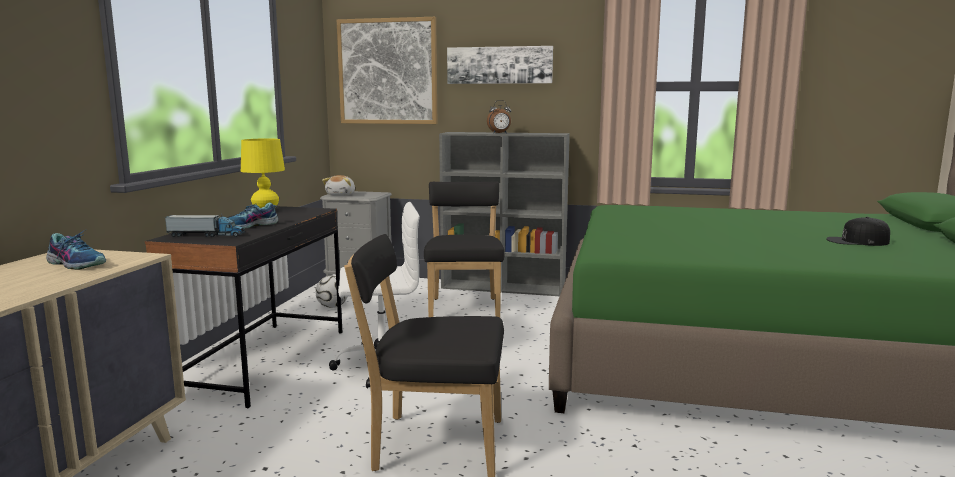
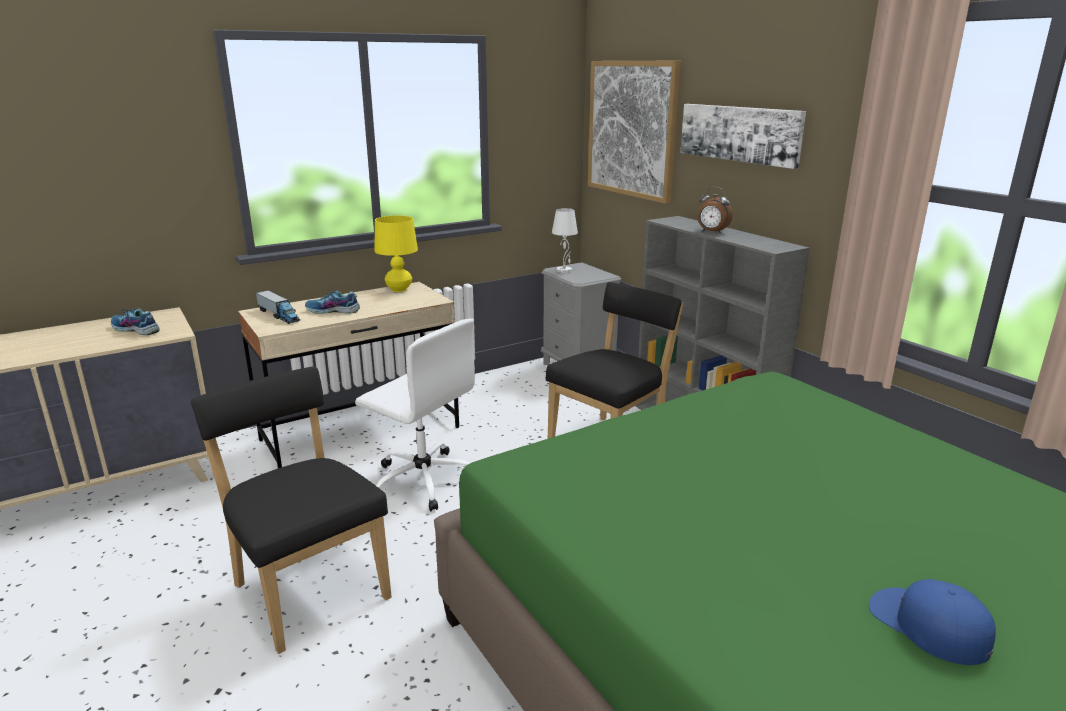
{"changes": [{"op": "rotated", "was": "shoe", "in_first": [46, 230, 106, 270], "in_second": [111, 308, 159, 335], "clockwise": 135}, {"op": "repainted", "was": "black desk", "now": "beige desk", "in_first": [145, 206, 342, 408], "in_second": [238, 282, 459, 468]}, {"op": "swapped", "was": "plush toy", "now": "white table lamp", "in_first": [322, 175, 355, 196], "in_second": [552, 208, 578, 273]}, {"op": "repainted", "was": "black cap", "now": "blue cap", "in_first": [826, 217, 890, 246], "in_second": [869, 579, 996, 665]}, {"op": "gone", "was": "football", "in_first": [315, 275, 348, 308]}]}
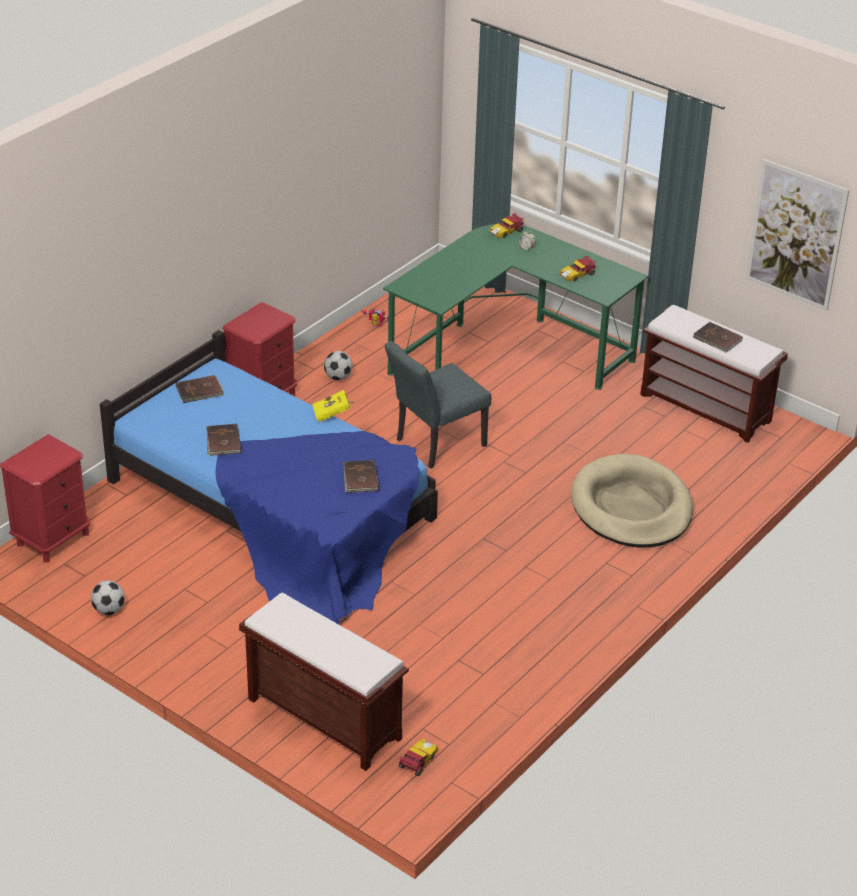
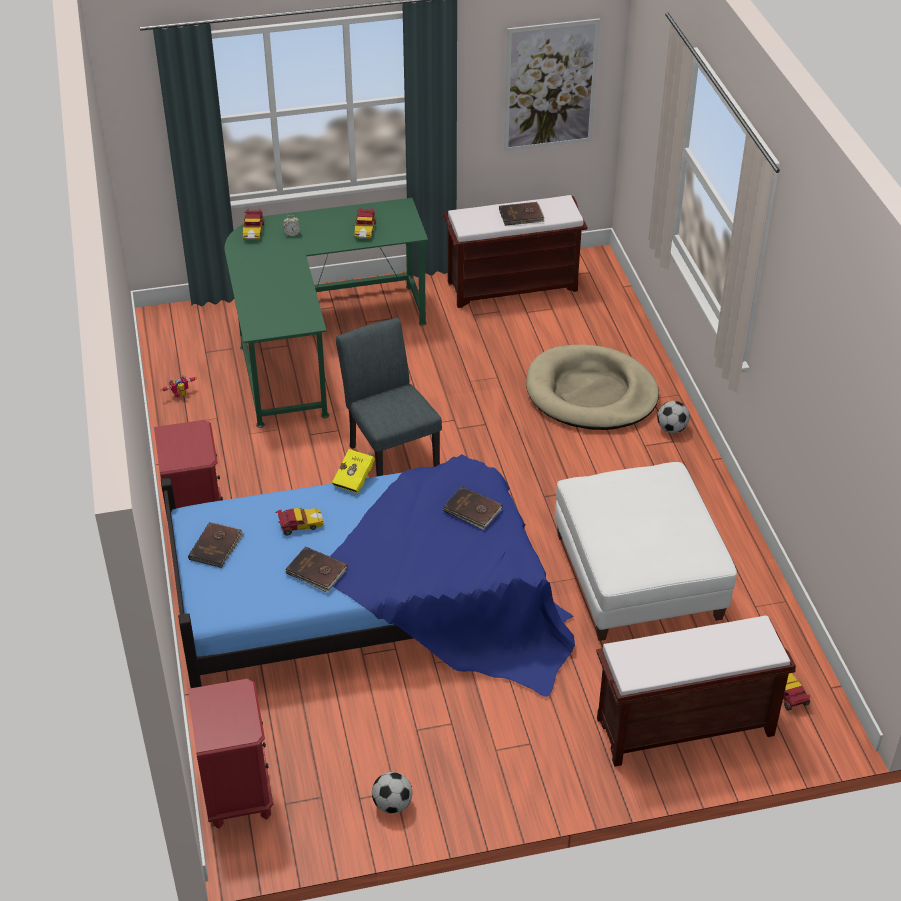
{"changes": [{"op": "new", "now": "toy car", "in_second": [275, 508, 324, 536]}, {"op": "rotated", "was": "grey chair", "in_first": [385, 341, 491, 469], "in_second": [336, 318, 442, 476], "clockwise": 150}, {"op": "new", "now": "white ottoman", "in_second": [555, 462, 737, 641]}, {"op": "shifted", "was": "football", "in_first": [324, 351, 353, 380], "in_second": [657, 401, 690, 433]}]}
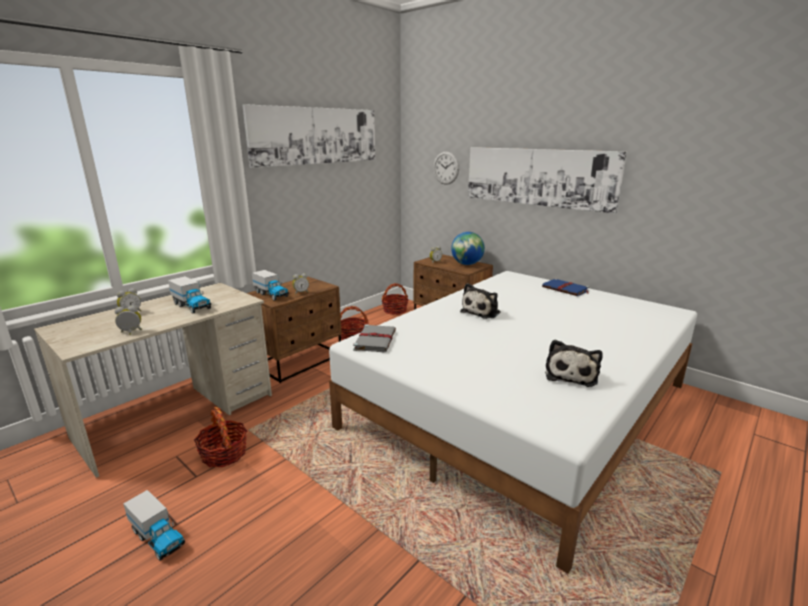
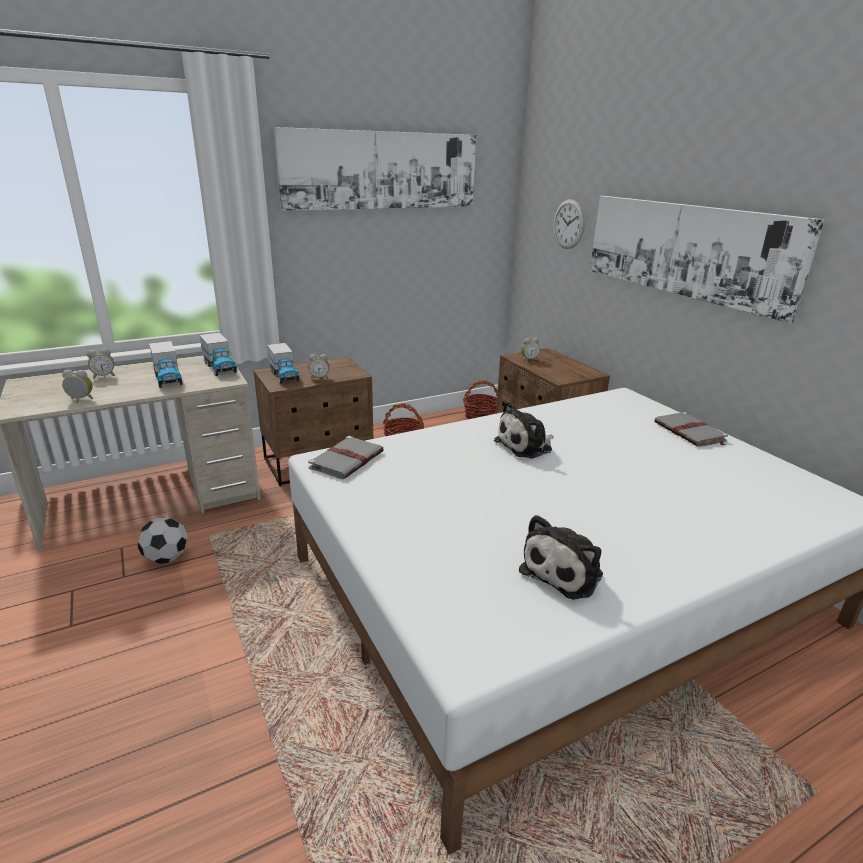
{"changes": [{"op": "swapped", "was": "basket", "now": "football", "in_first": [194, 407, 247, 467], "in_second": [138, 517, 188, 564]}, {"op": "shifted", "was": "toy truck", "in_first": [123, 490, 185, 561], "in_second": [200, 333, 237, 376]}, {"op": "repainted", "was": "blue book", "now": "grey book", "in_first": [542, 278, 589, 296], "in_second": [654, 412, 728, 447]}, {"op": "gone", "was": "globe", "in_first": [451, 232, 485, 265]}]}
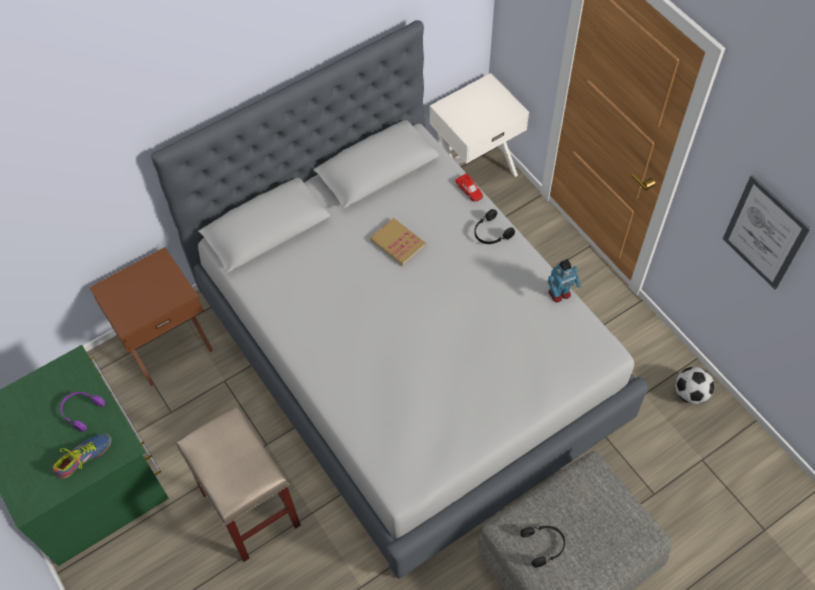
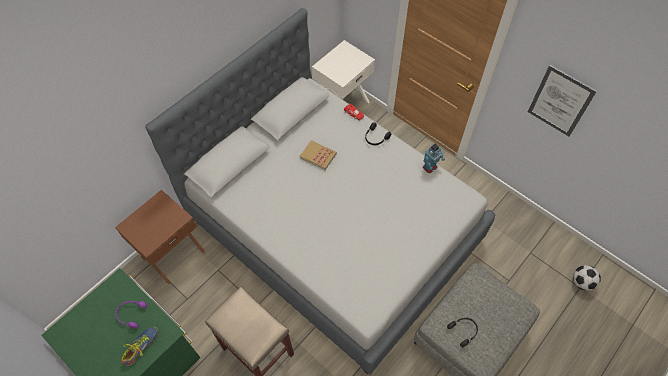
{"changes": [{"op": "shifted", "was": "football", "in_first": [675, 367, 714, 404], "in_second": [573, 265, 601, 291]}]}
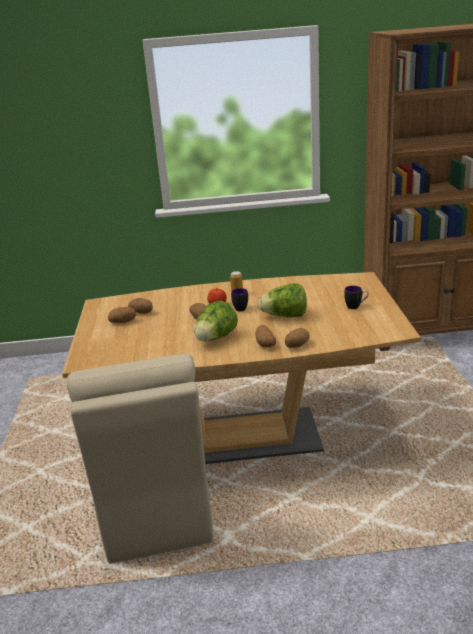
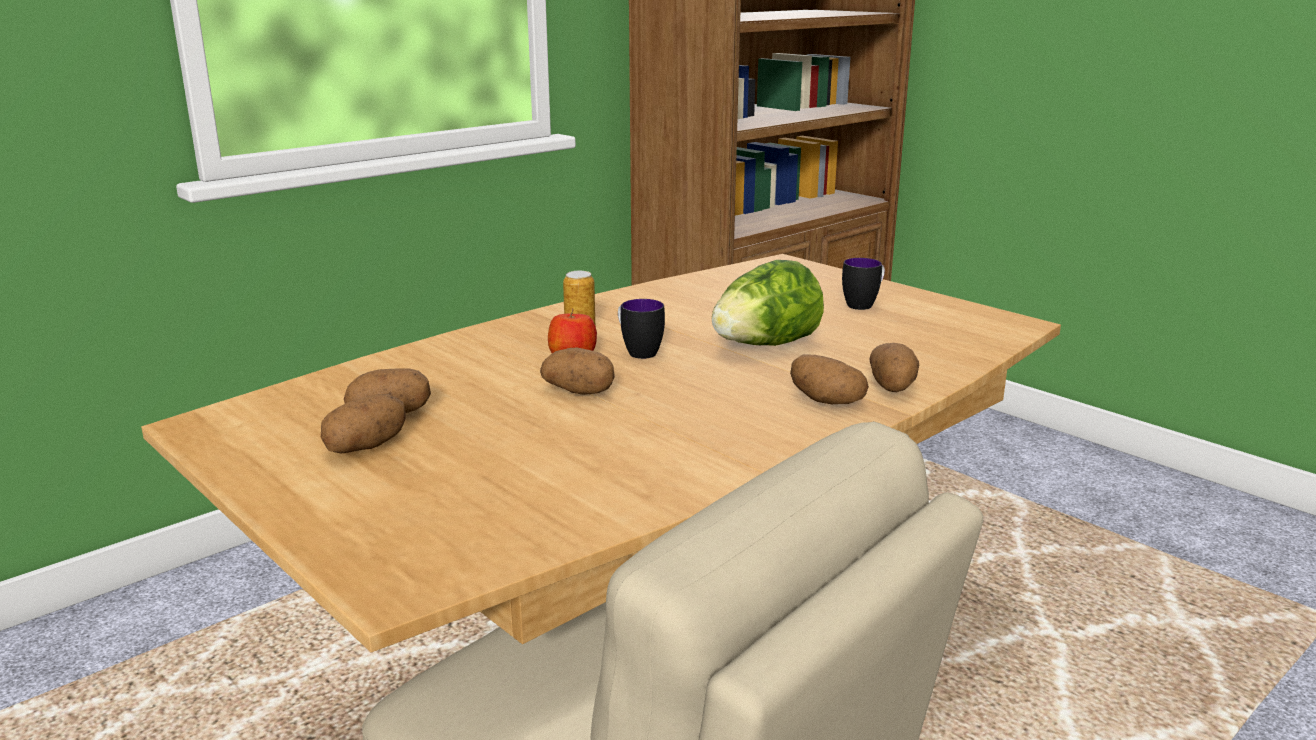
{"changes": [{"op": "gone", "was": "lettuce", "in_first": [194, 301, 238, 341]}]}
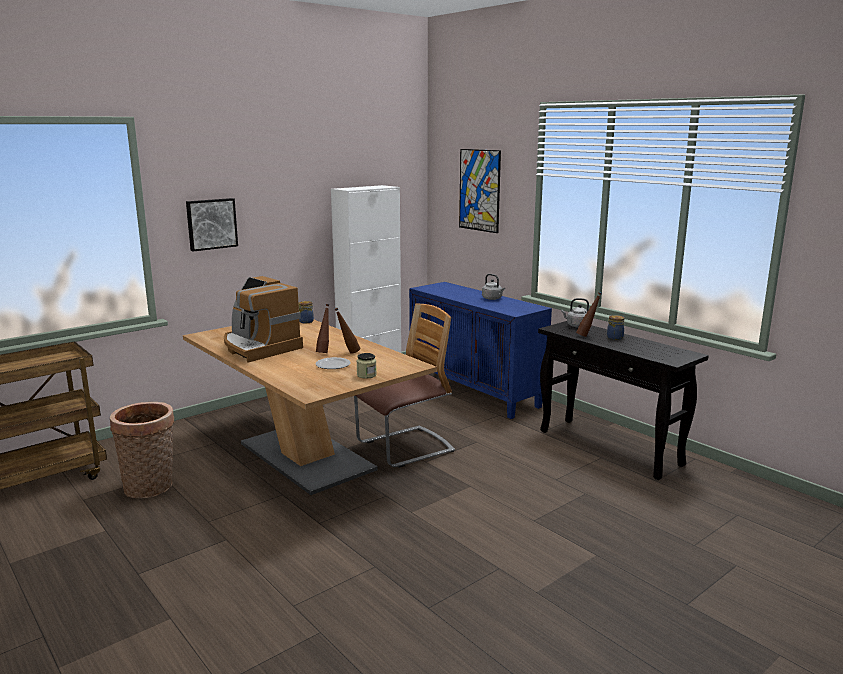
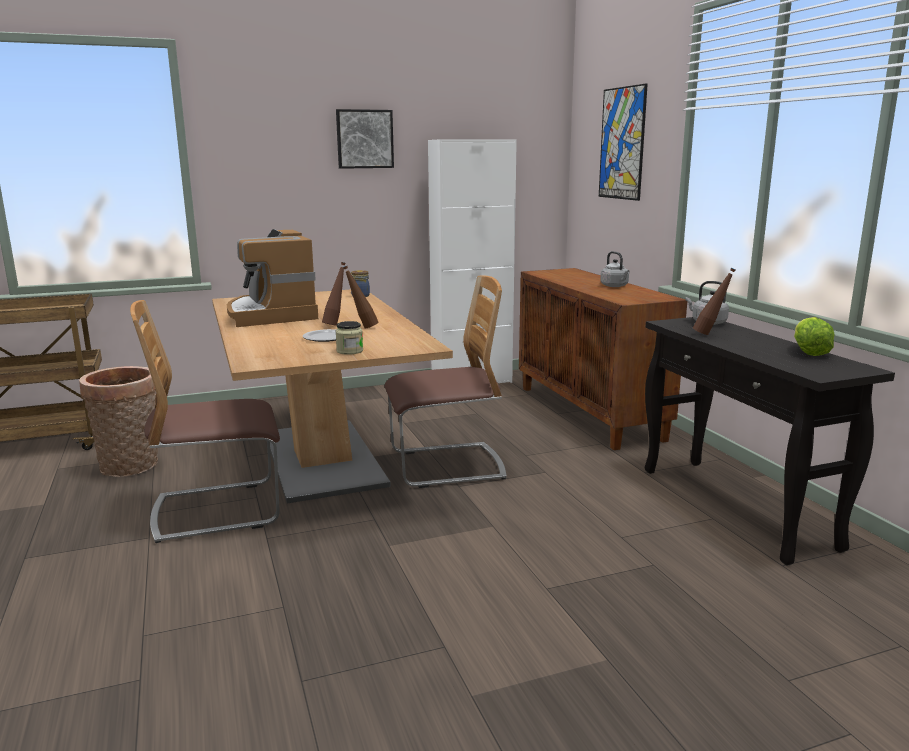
{"changes": [{"op": "new", "now": "chair", "in_second": [130, 300, 280, 543]}, {"op": "shifted", "was": "picture", "in_first": [186, 198, 238, 251], "in_second": [336, 109, 394, 169]}, {"op": "repainted", "was": "blue cabinet", "now": "brown cabinet", "in_first": [409, 282, 552, 419], "in_second": [519, 268, 687, 450]}, {"op": "new", "now": "lettuce", "in_second": [794, 317, 834, 356]}, {"op": "gone", "was": "jar", "in_first": [607, 315, 625, 340]}]}
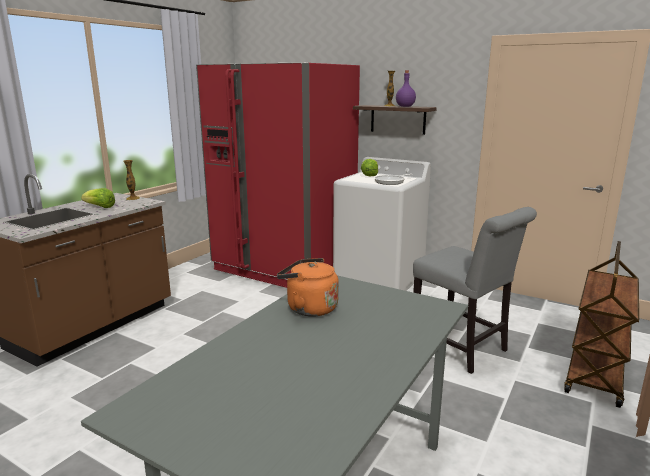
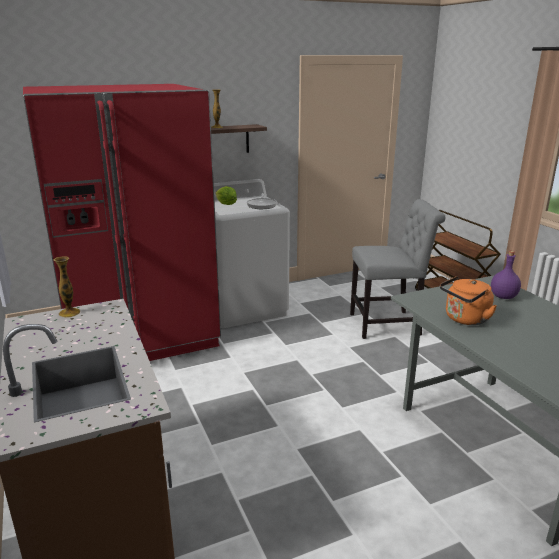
{"changes": [{"op": "shifted", "was": "purple bottle", "in_first": [396, 70, 416, 107], "in_second": [491, 251, 521, 299]}, {"op": "gone", "was": "lettuce", "in_first": [81, 188, 115, 208]}]}
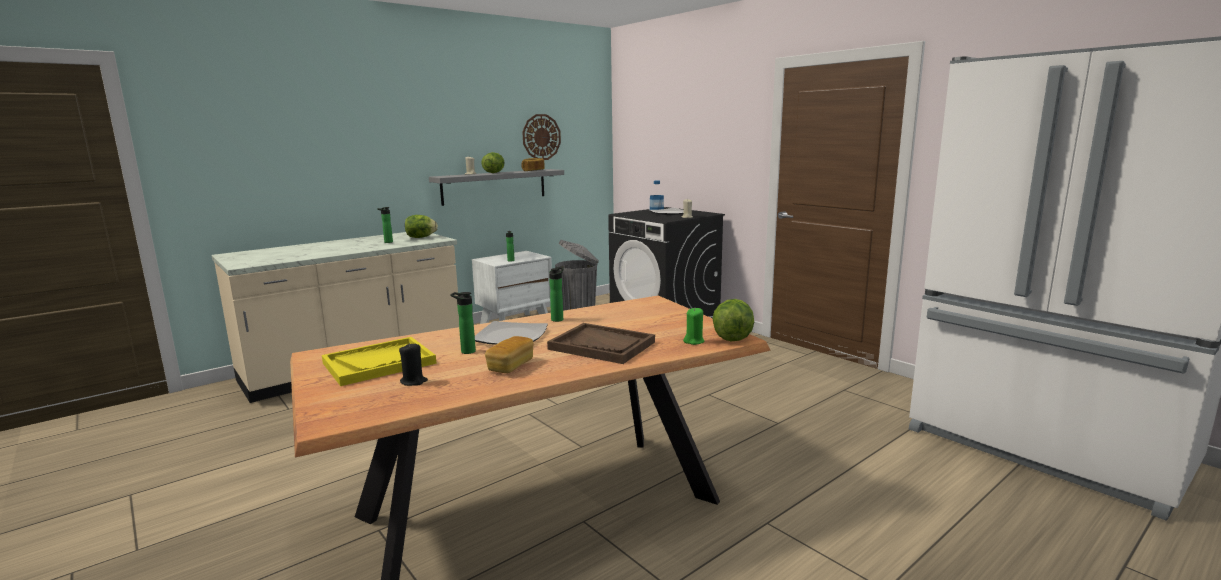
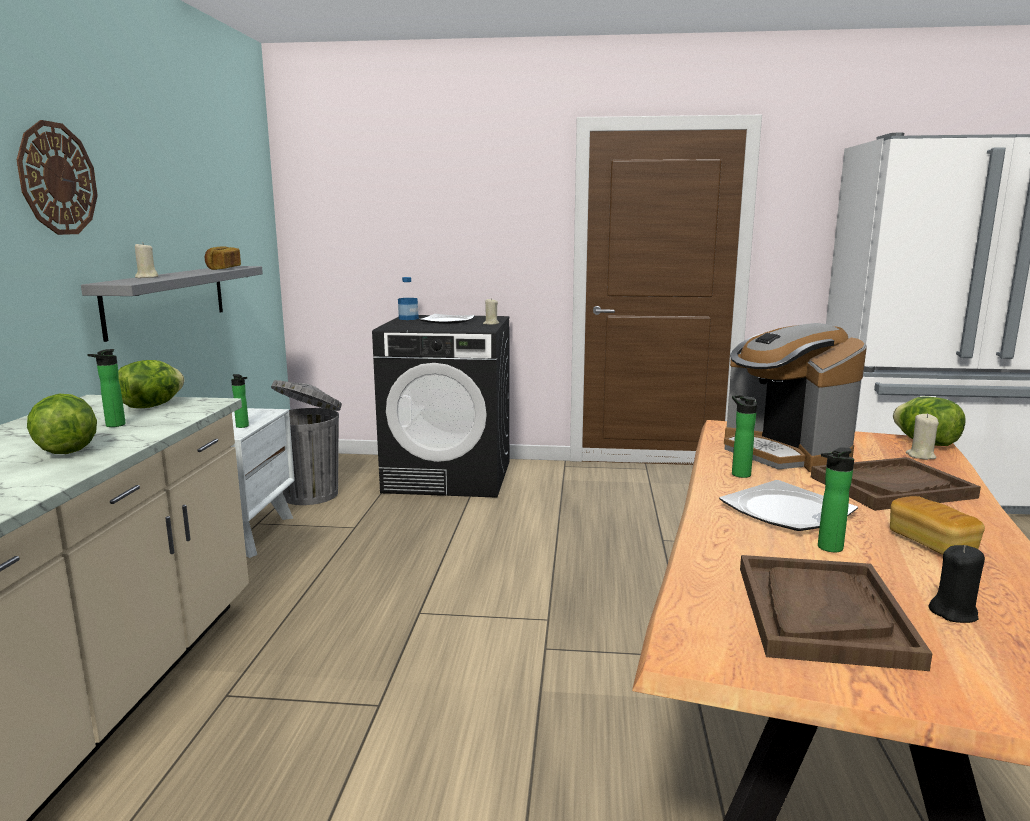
{"changes": [{"op": "shifted", "was": "wall clock", "in_first": [522, 114, 561, 160], "in_second": [17, 120, 98, 235]}, {"op": "shifted", "was": "lettuce", "in_first": [481, 152, 505, 173], "in_second": [27, 394, 97, 454]}, {"op": "new", "now": "coffee machine", "in_second": [724, 323, 867, 472]}, {"op": "repainted", "was": "yellow tray", "now": "brown tray", "in_first": [322, 337, 436, 386], "in_second": [740, 555, 932, 671]}, {"op": "repainted", "was": "green candle", "now": "beige candle", "in_first": [683, 308, 704, 345], "in_second": [906, 413, 939, 460]}]}
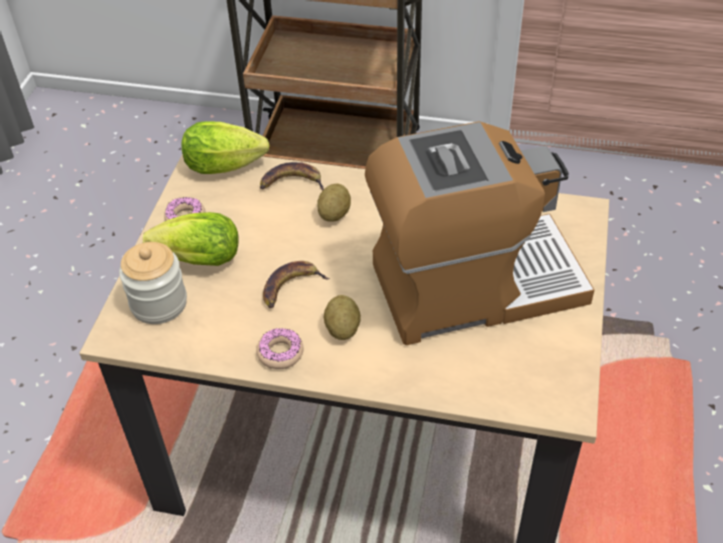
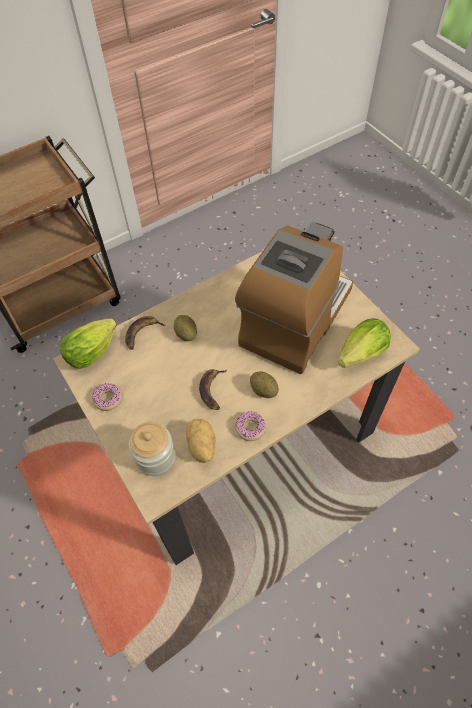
{"changes": [{"op": "new", "now": "potato", "in_second": [186, 419, 216, 463]}, {"op": "shifted", "was": "lettuce", "in_first": [143, 212, 239, 266], "in_second": [338, 318, 391, 368]}]}
